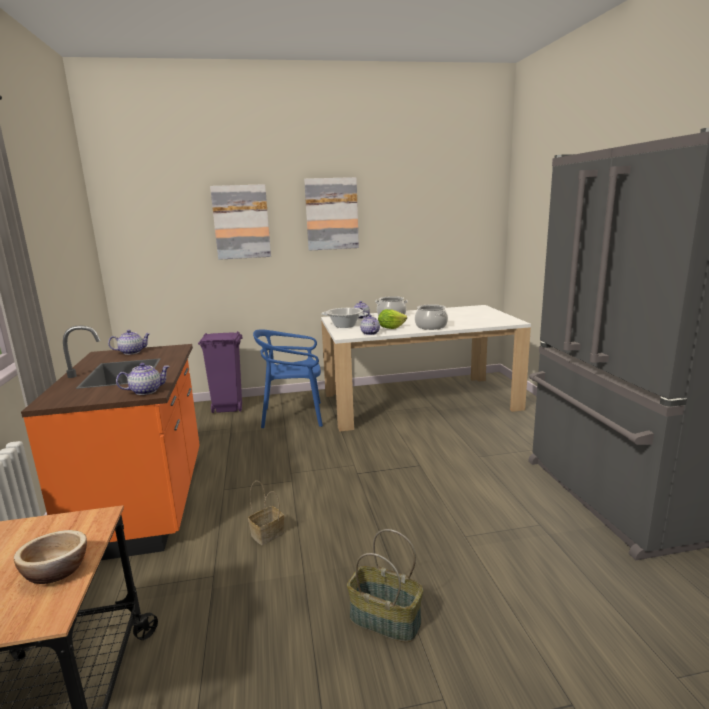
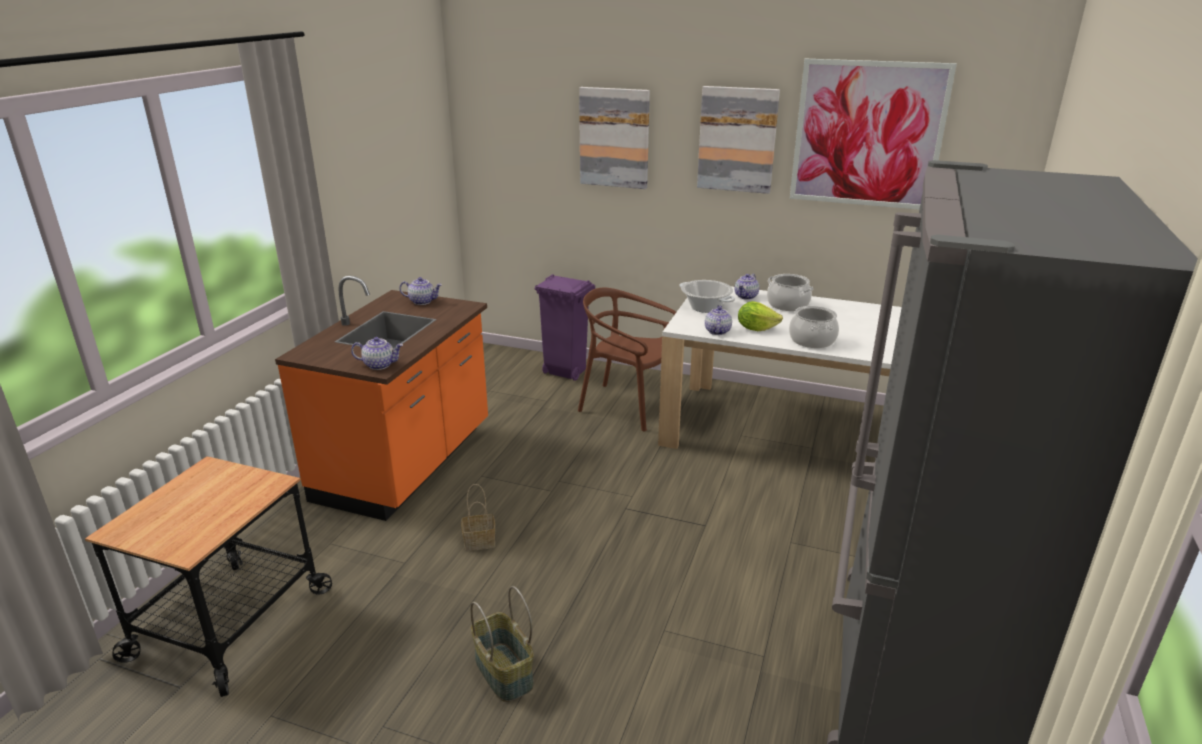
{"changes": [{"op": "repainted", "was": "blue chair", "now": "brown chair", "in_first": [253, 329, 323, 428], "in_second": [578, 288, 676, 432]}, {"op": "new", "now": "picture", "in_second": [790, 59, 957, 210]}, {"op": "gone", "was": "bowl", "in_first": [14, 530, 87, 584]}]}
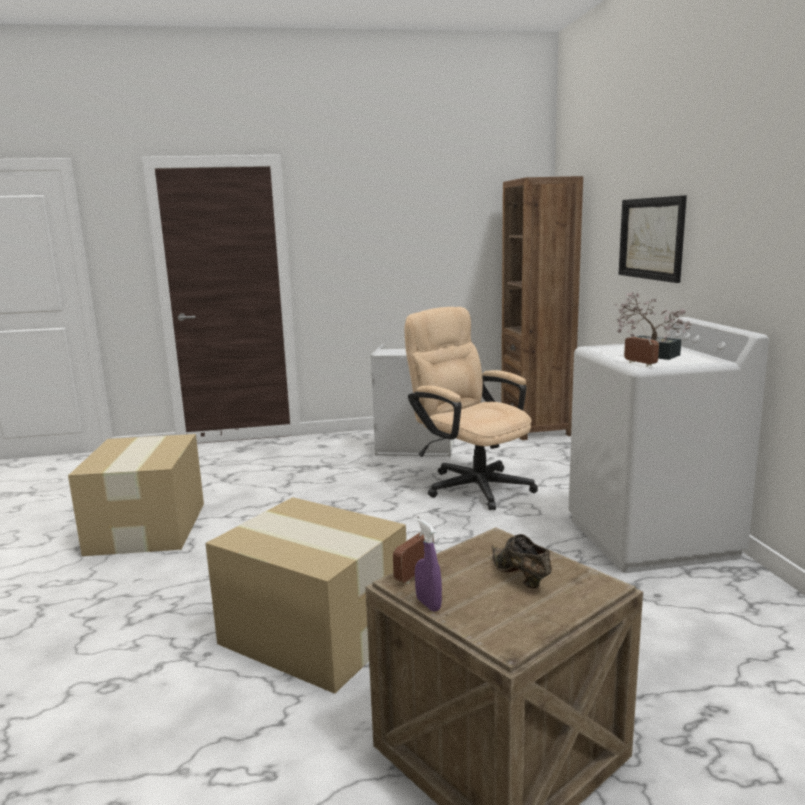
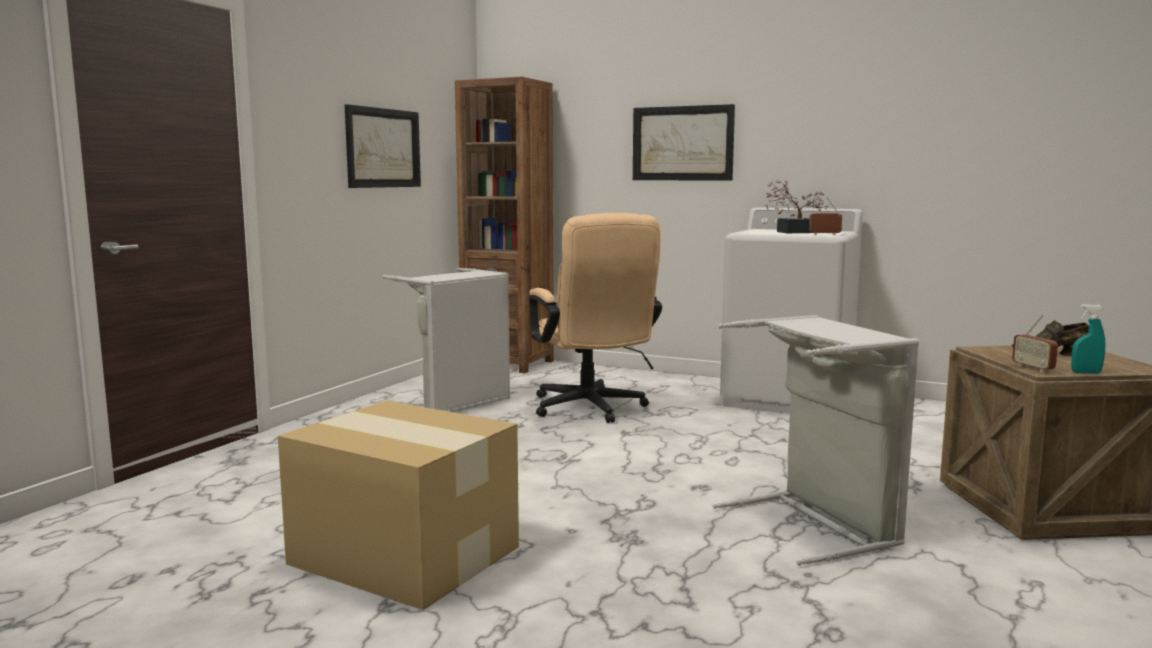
{"changes": [{"op": "new", "now": "picture", "in_second": [345, 104, 421, 188]}, {"op": "rotated", "was": "beige office chair", "in_first": [404, 307, 538, 510], "in_second": [529, 213, 662, 423], "clockwise": -105}, {"op": "swapped", "was": "cardboard box", "now": "grey laundry basket", "in_first": [205, 497, 406, 694], "in_second": [713, 315, 919, 566]}, {"op": "repainted", "was": "purple spray bottle", "now": "turquoise spray bottle", "in_first": [415, 519, 442, 612], "in_second": [1071, 304, 1106, 374]}]}
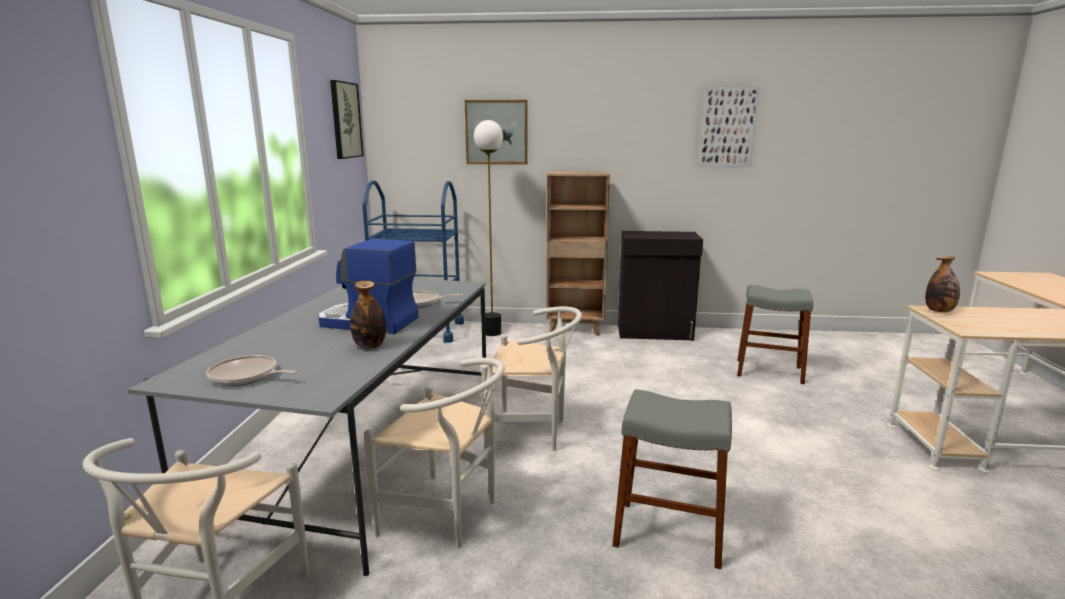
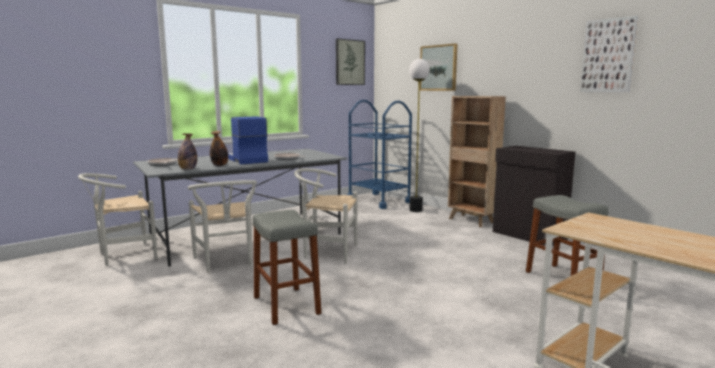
{"changes": [{"op": "shifted", "was": "bottle", "in_first": [925, 256, 960, 312], "in_second": [178, 134, 197, 169]}, {"op": "rotated", "was": "white chair", "in_first": [481, 306, 582, 451], "in_second": [294, 168, 357, 264], "clockwise": 135}]}
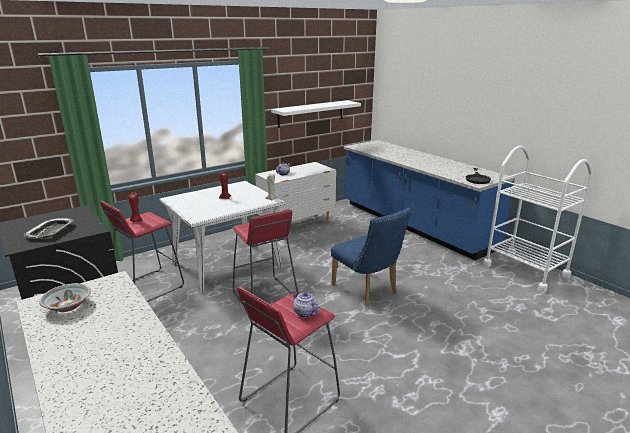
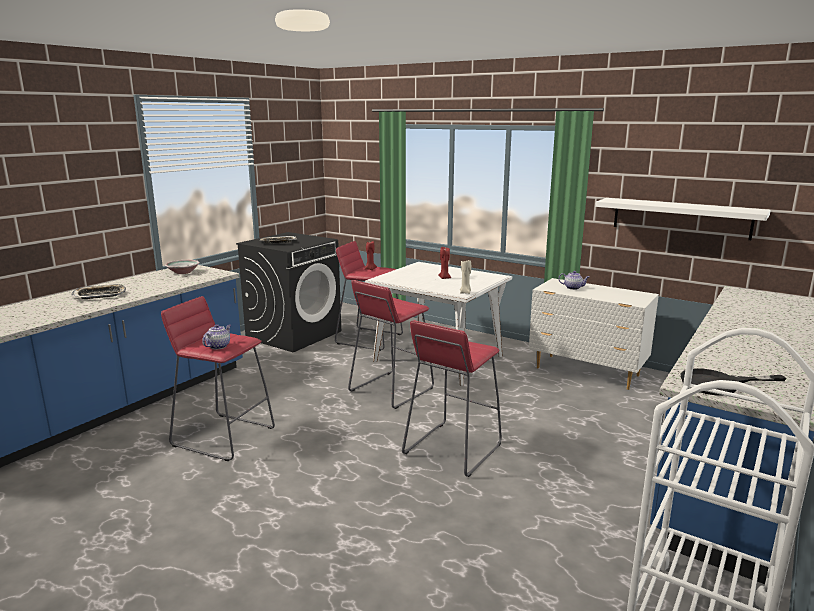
{"changes": [{"op": "new", "now": "tray", "in_second": [72, 284, 126, 299]}, {"op": "swapped", "was": "blue chair", "now": "red stool", "in_first": [331, 208, 412, 306], "in_second": [402, 320, 502, 477]}]}
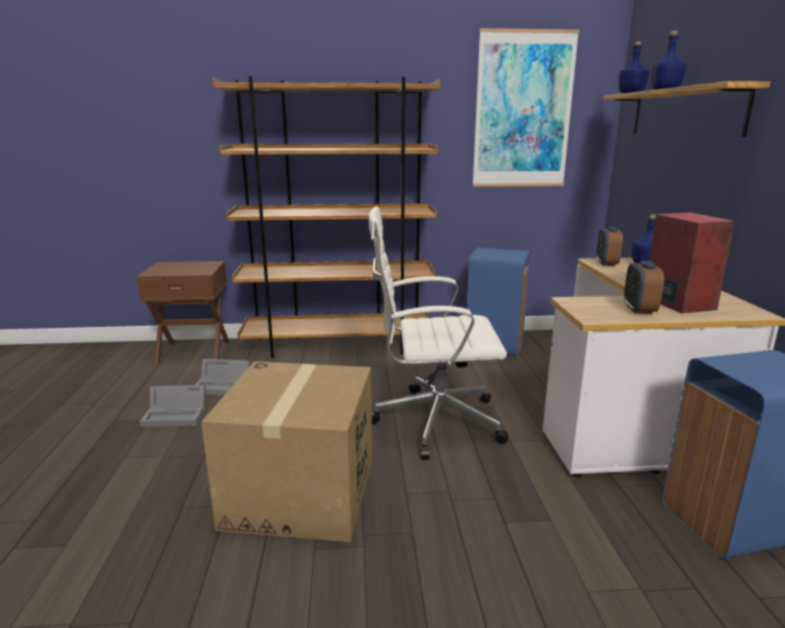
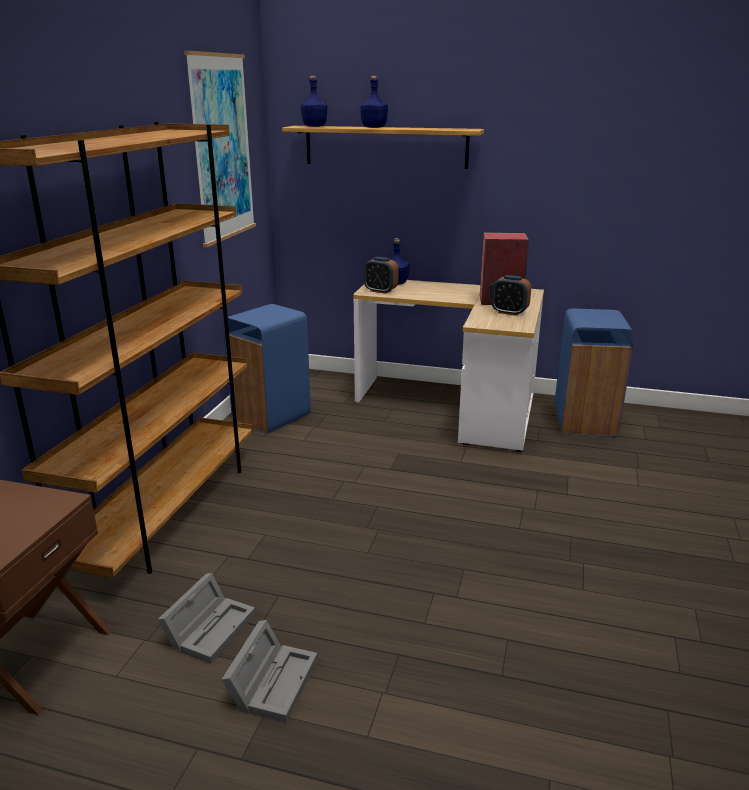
{"changes": [{"op": "gone", "was": "cardboard box", "in_first": [201, 361, 372, 542]}, {"op": "gone", "was": "white office chair", "in_first": [369, 206, 508, 460]}]}
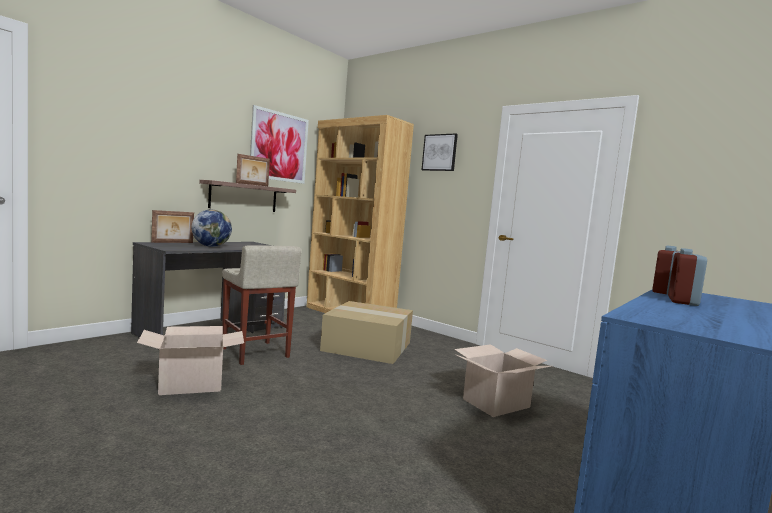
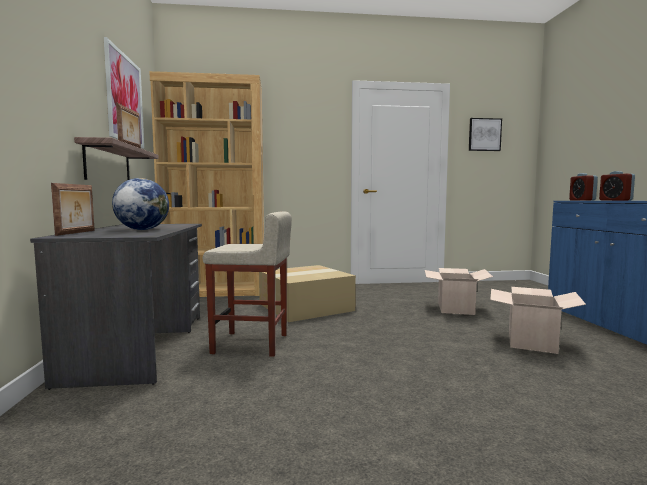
{"changes": [{"op": "shifted", "was": "picture", "in_first": [421, 133, 458, 171], "in_second": [469, 118, 502, 151]}, {"op": "shifted", "was": "cardboard box", "in_first": [137, 326, 244, 395], "in_second": [490, 287, 586, 354]}]}
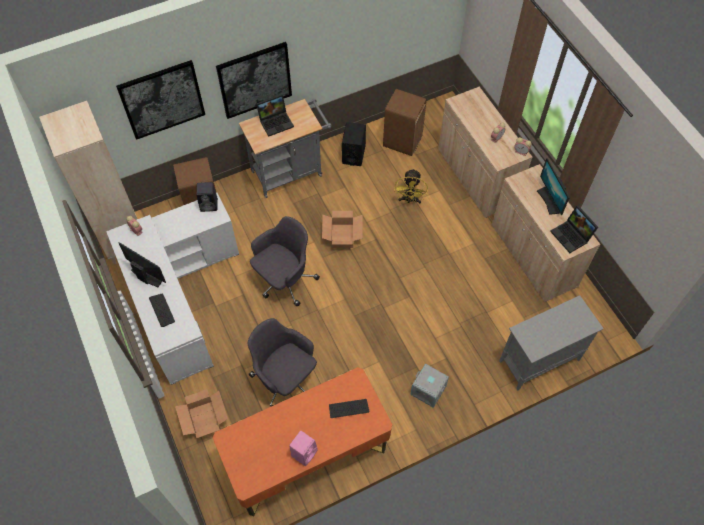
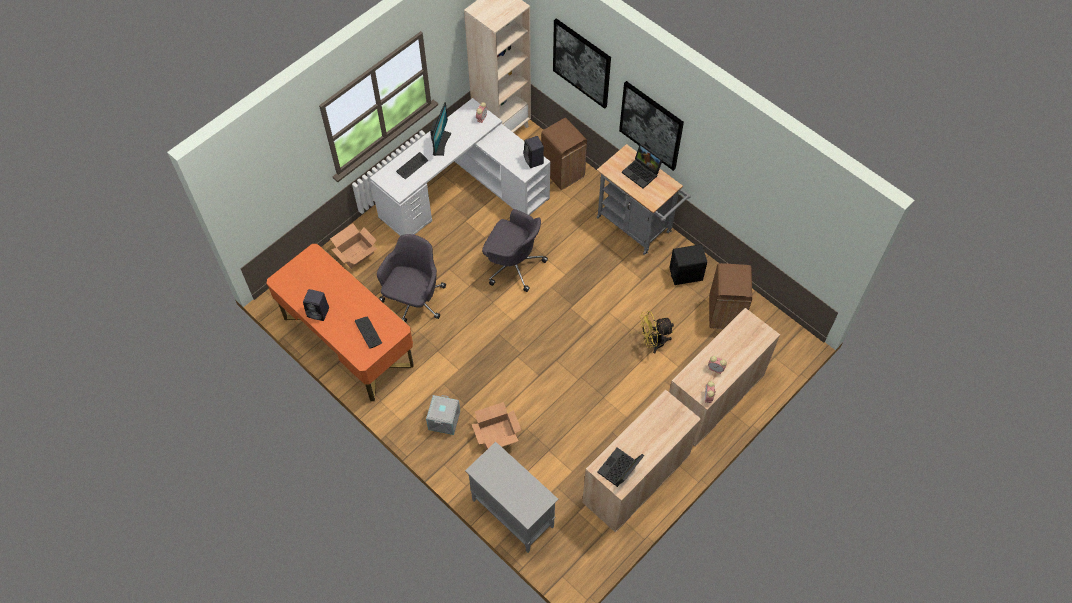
{"changes": [{"op": "repainted", "was": "pink speaker", "now": "black speaker", "in_first": [289, 431, 318, 466], "in_second": [303, 289, 329, 321]}, {"op": "shifted", "was": "cardboard box", "in_first": [322, 211, 363, 248], "in_second": [472, 402, 521, 450]}, {"op": "gone", "was": "monitor", "in_first": [537, 158, 569, 215]}]}
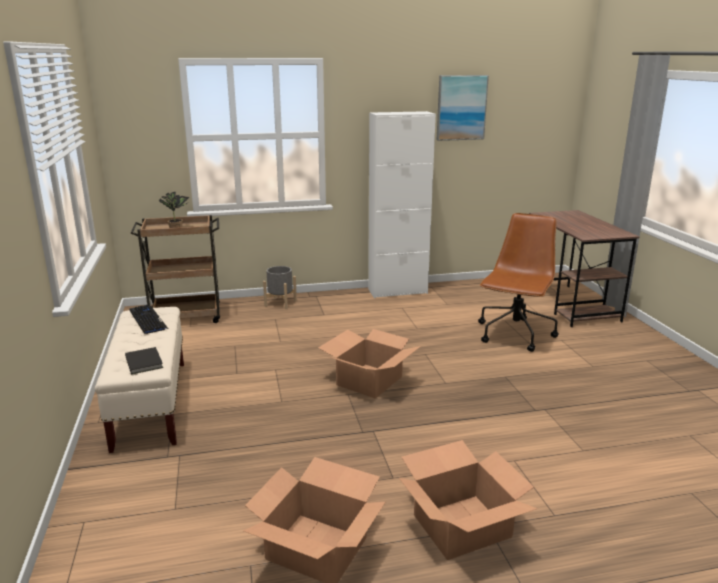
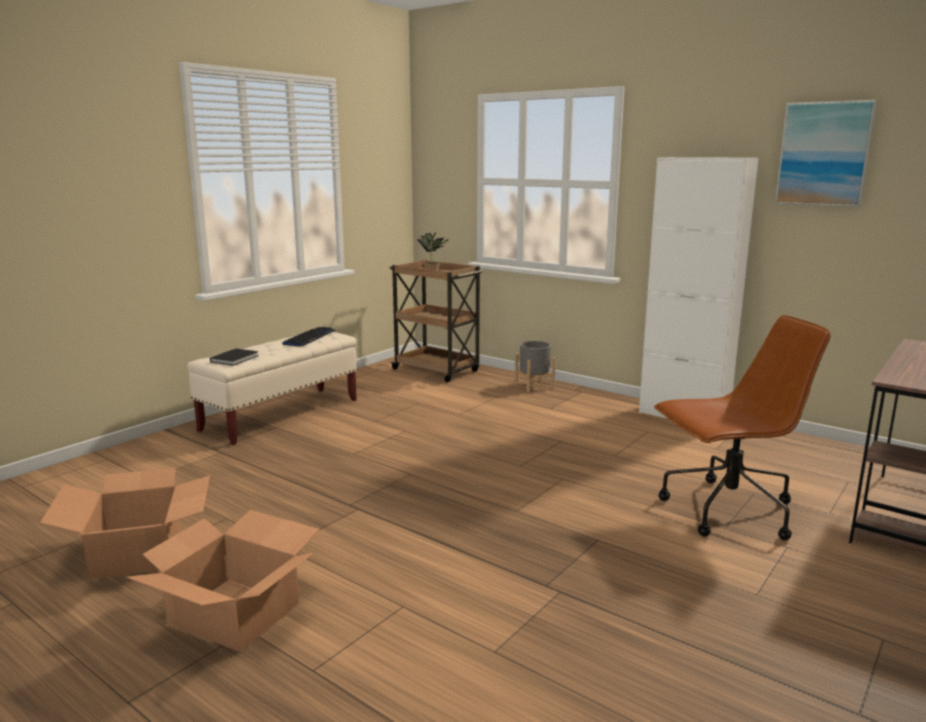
{"changes": [{"op": "gone", "was": "cardboard box", "in_first": [318, 329, 421, 399]}]}
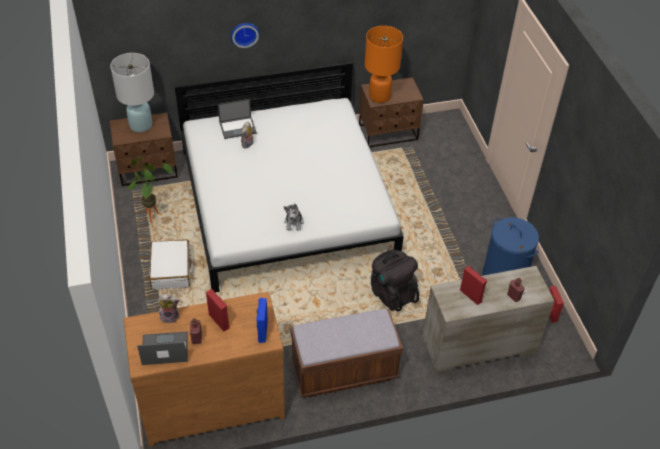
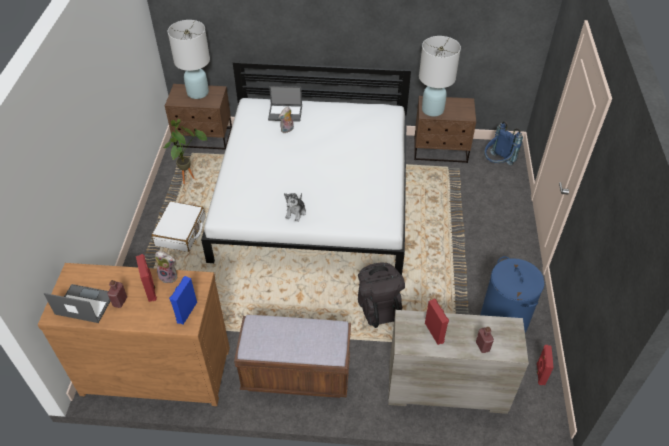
{"changes": [{"op": "shifted", "was": "plush toy", "in_first": [158, 294, 180, 323], "in_second": [155, 251, 177, 283]}, {"op": "repainted", "was": "orange table lamp", "now": "white table lamp", "in_first": [364, 26, 403, 103], "in_second": [419, 36, 461, 117]}, {"op": "new", "now": "blue backpack", "in_second": [484, 121, 523, 165]}, {"op": "gone", "was": "wall clock", "in_first": [231, 23, 260, 48]}]}
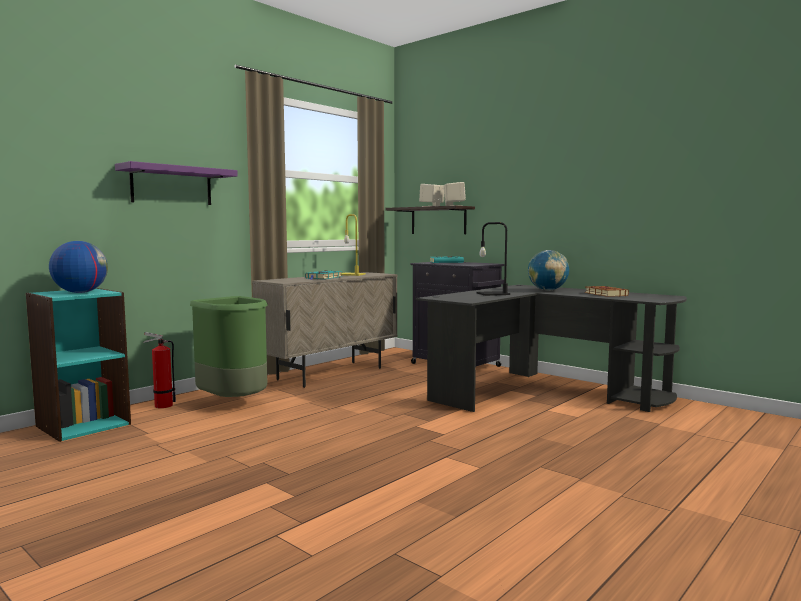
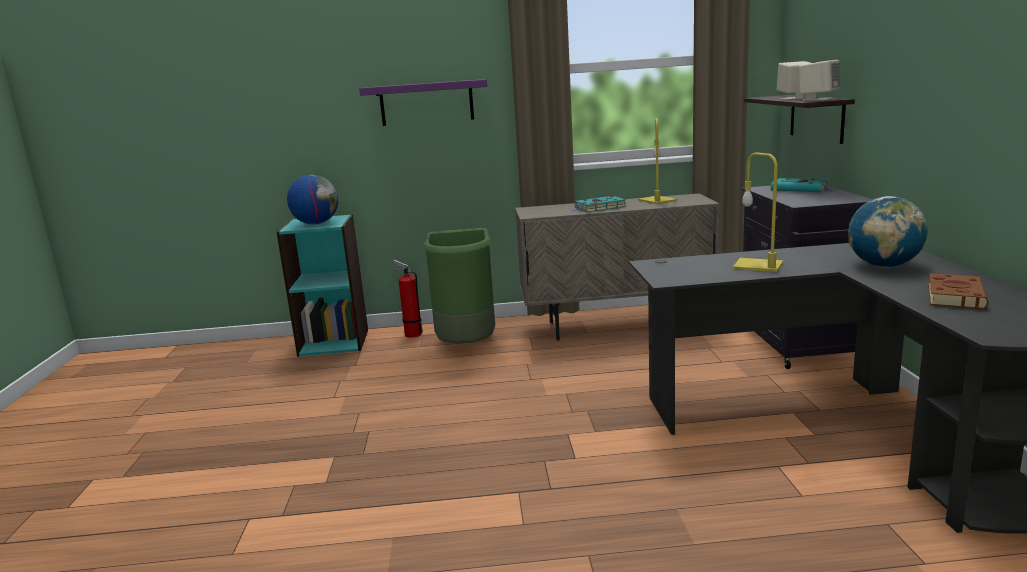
{"changes": [{"op": "repainted", "was": "black table lamp", "now": "yellow table lamp", "in_first": [476, 222, 510, 296], "in_second": [733, 152, 783, 272]}]}
